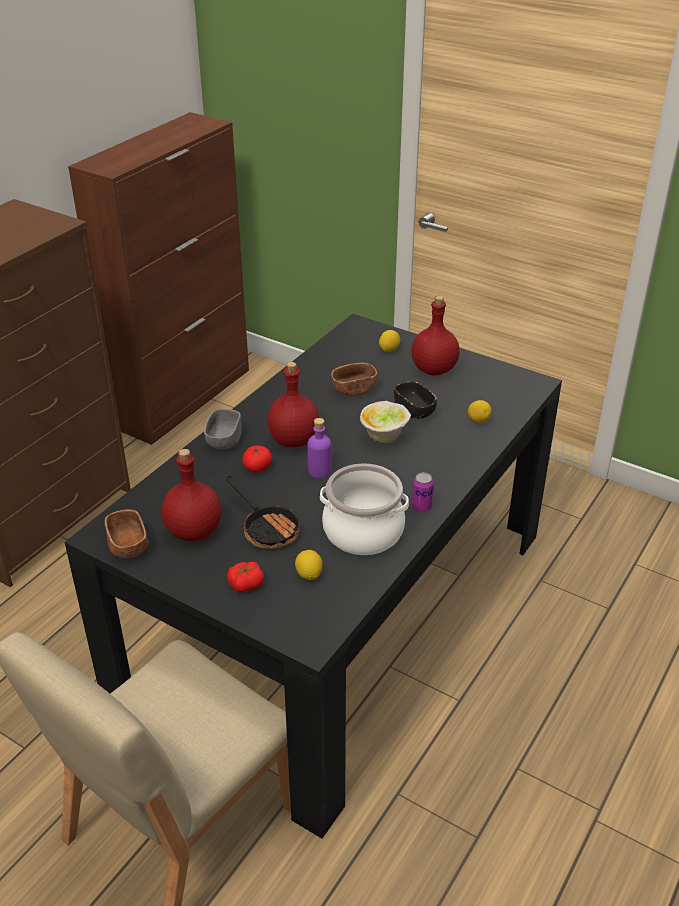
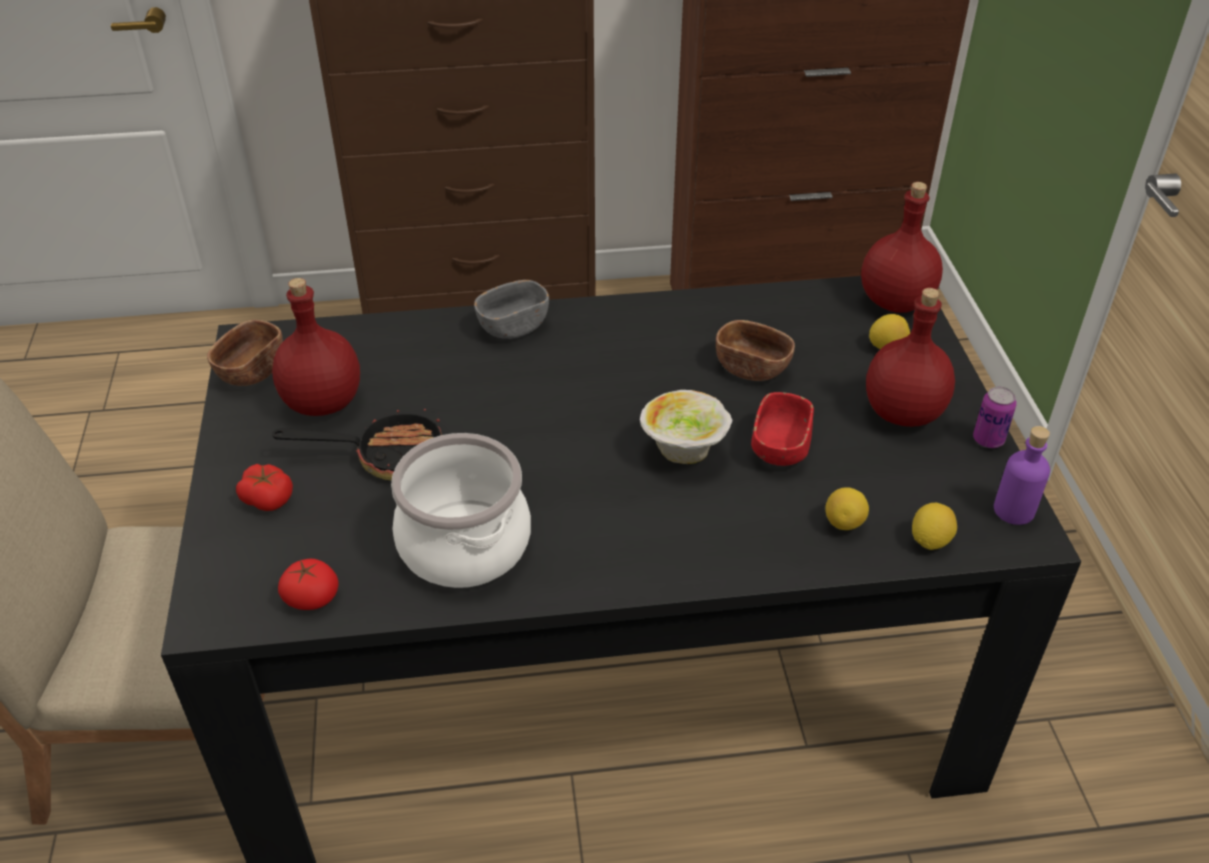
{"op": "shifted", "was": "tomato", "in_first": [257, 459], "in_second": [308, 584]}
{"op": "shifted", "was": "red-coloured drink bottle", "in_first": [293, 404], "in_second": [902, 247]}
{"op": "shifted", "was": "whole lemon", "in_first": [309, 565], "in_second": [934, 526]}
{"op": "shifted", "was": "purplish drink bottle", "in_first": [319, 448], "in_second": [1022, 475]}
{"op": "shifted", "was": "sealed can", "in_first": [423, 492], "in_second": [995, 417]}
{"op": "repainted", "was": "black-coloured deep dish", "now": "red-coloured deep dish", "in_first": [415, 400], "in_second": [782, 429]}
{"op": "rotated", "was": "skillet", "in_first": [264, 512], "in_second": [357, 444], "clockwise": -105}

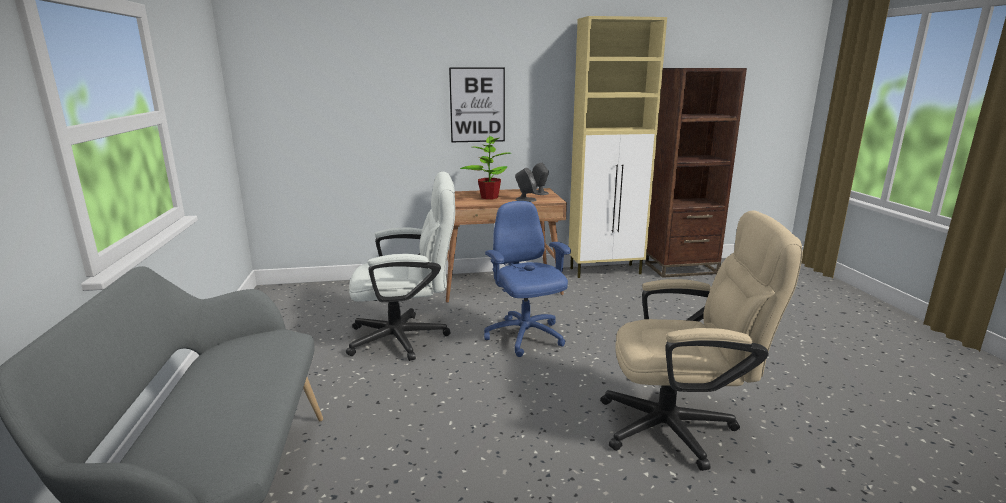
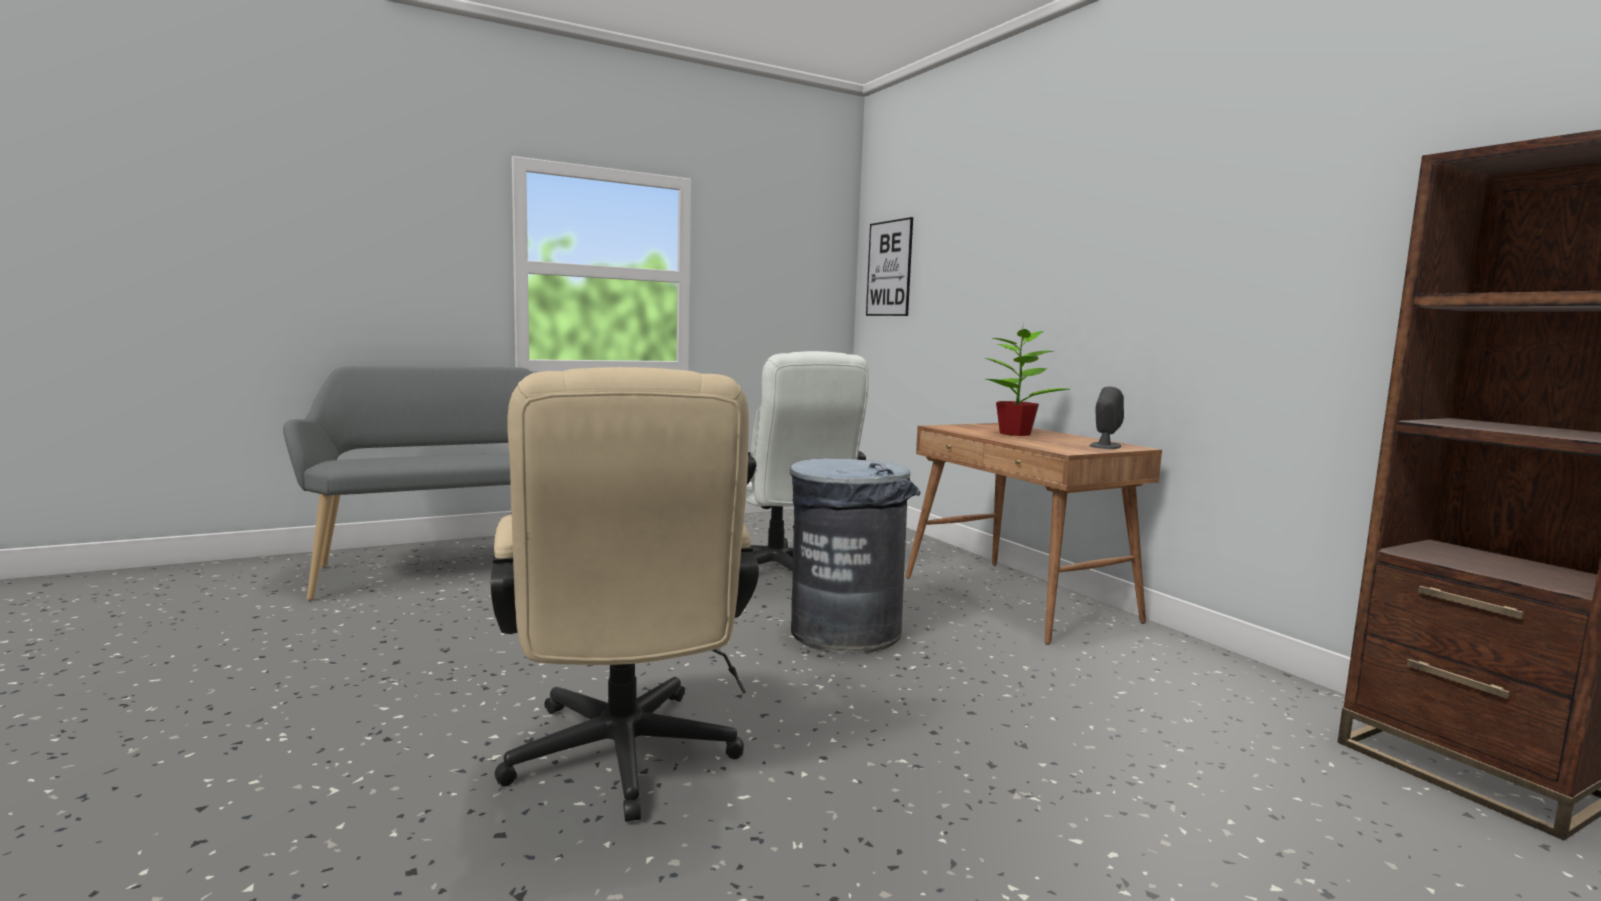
{"op": "gone", "was": "grey audio speaker", "in_first": [526, 185]}
{"op": "gone", "was": "beige cabinet", "in_first": [618, 147]}
{"op": "shifted", "was": "picture", "in_first": [477, 104], "in_second": [889, 266]}
{"op": "swapped", "was": "blue office chair", "now": "grey trash can", "in_first": [527, 279], "in_second": [855, 556]}

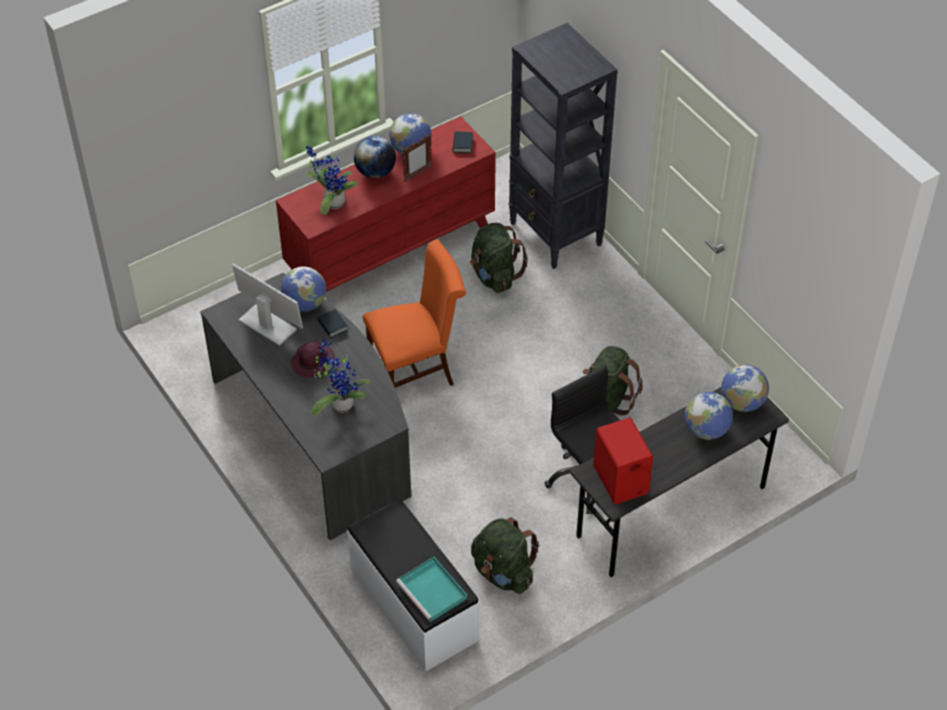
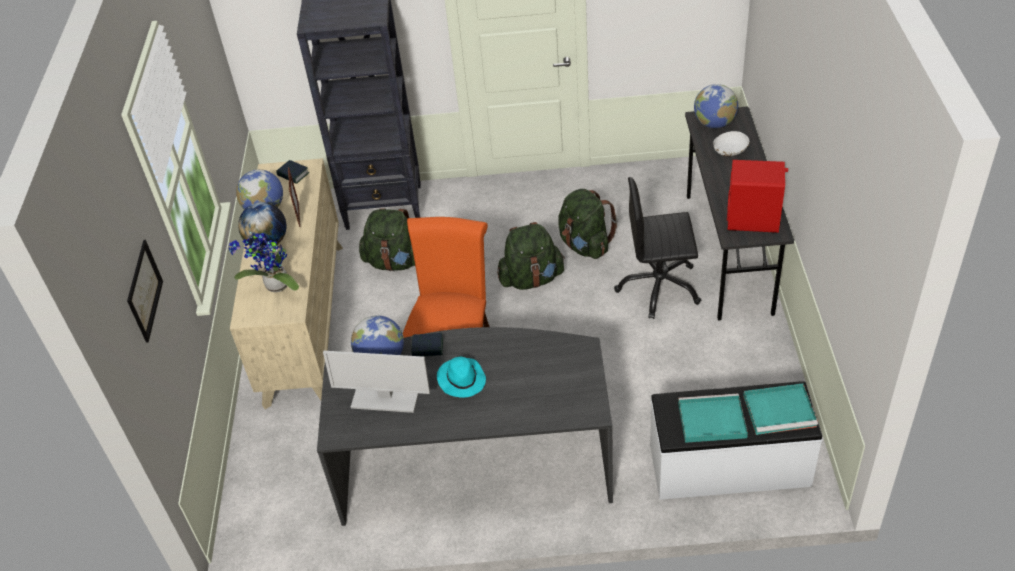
{"op": "gone", "was": "potted plant", "in_first": [341, 377]}
{"op": "new", "now": "picture", "in_second": [145, 291]}
{"op": "new", "now": "blue-green tray", "in_second": [713, 418]}
{"op": "shifted", "was": "green backpack", "in_first": [505, 555], "in_second": [531, 256]}
{"op": "swapped", "was": "desk globe", "now": "whitish deep dish", "in_first": [709, 416], "in_second": [731, 143]}
{"op": "repainted", "was": "red-coloured chest of drawers", "now": "beige chest of drawers", "in_first": [386, 204], "in_second": [286, 283]}
{"op": "repainted", "was": "purplish clothing hat", "now": "blue-green clothing hat", "in_first": [312, 360], "in_second": [461, 377]}
{"op": "rotated", "was": "computer screen", "in_first": [267, 304], "in_second": [376, 382], "clockwise": -150}

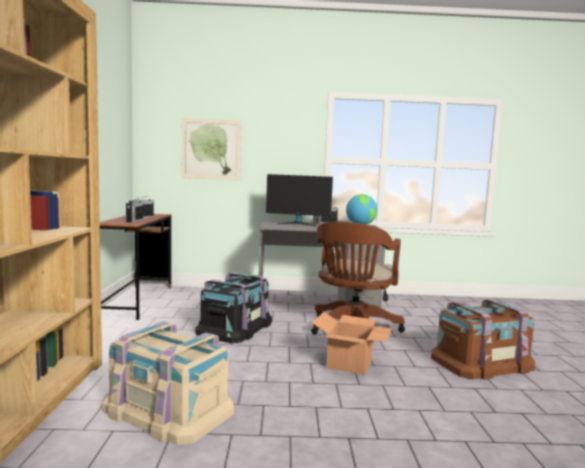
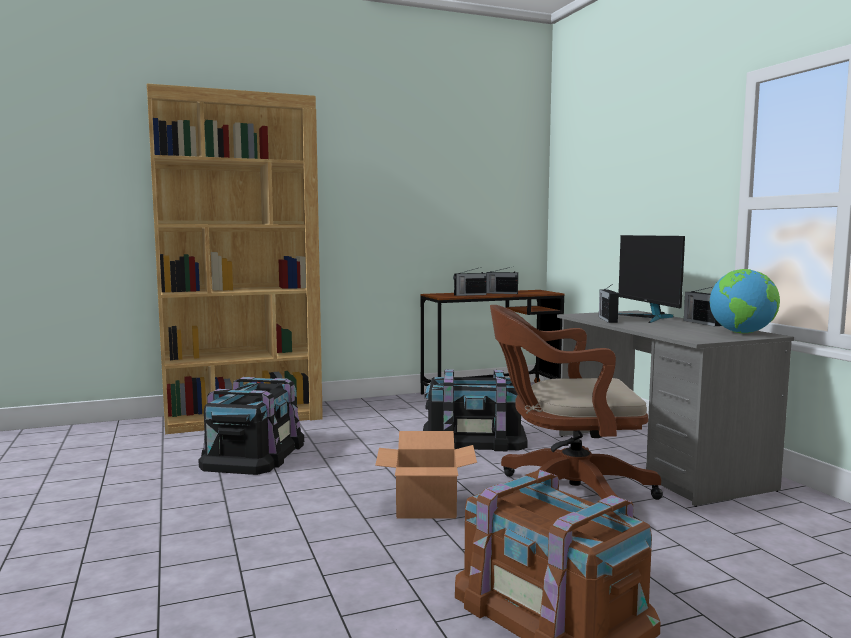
{"op": "gone", "was": "picture", "in_first": [211, 149]}
{"op": "new", "now": "radio receiver", "in_second": [609, 304]}
{"op": "repainted", "was": "beige storage container", "now": "black-coloured storage container", "in_first": [168, 383], "in_second": [251, 426]}

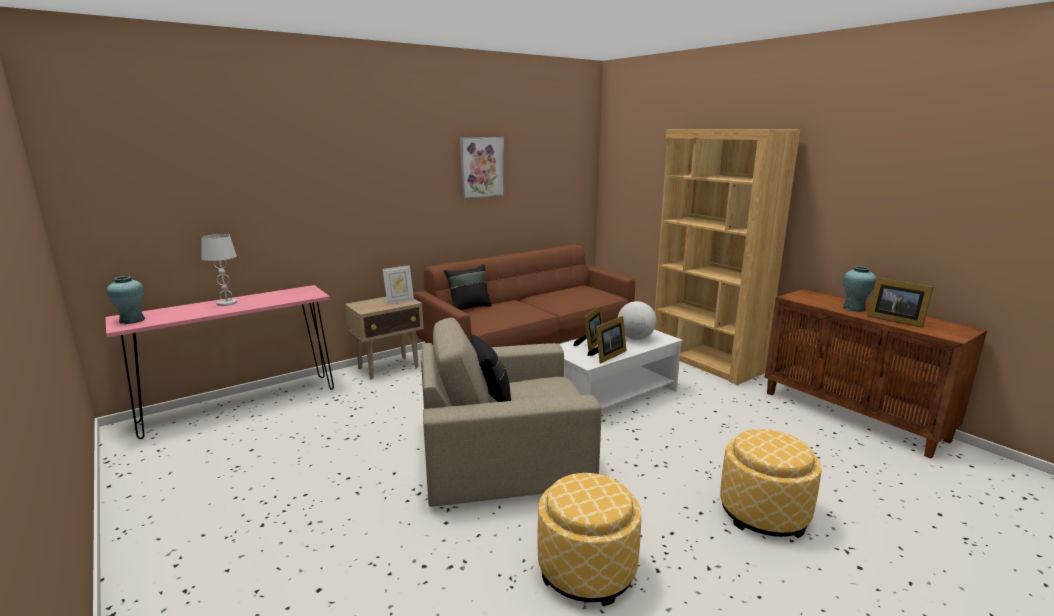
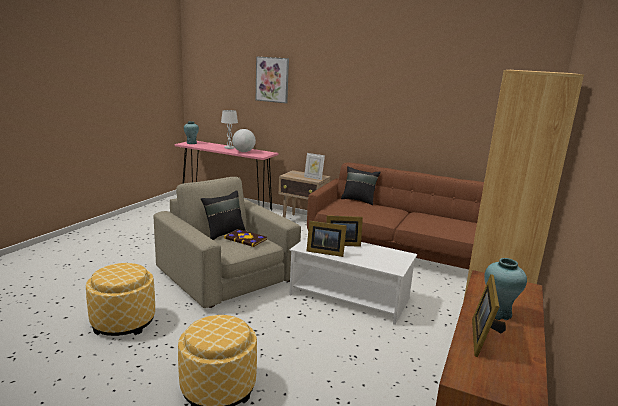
{"op": "new", "now": "bound book", "in_second": [245, 238]}
{"op": "shifted", "was": "picture", "in_first": [482, 168], "in_second": [272, 79]}
{"op": "shifted", "was": "desk globe", "in_first": [637, 320], "in_second": [244, 140]}

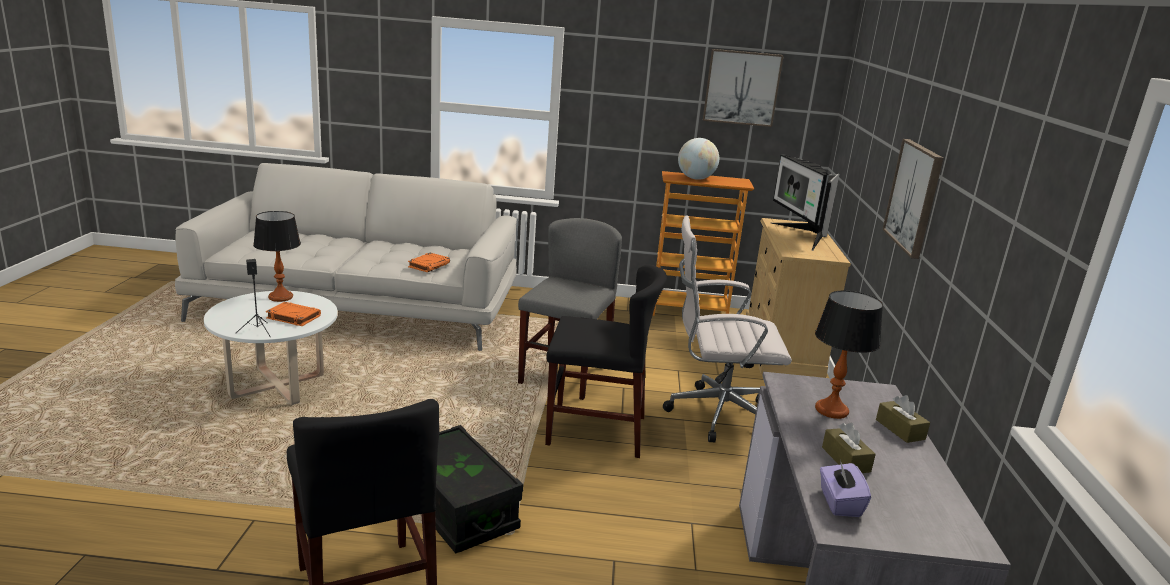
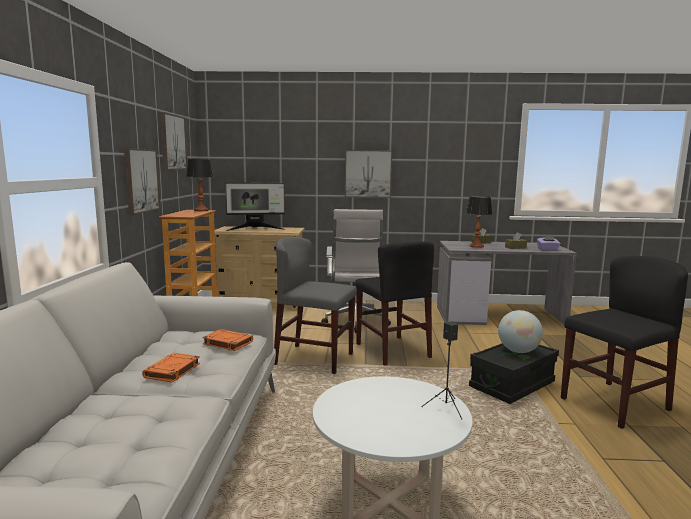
{"op": "new", "now": "picture", "in_second": [142, 181]}
{"op": "shifted", "was": "table lamp", "in_first": [277, 256], "in_second": [199, 185]}
{"op": "shifted", "was": "orange-coloured bound book", "in_first": [293, 314], "in_second": [171, 368]}
{"op": "shifted", "was": "desk globe", "in_first": [698, 159], "in_second": [520, 331]}
{"op": "rotated", "was": "black-coloured chair", "in_first": [606, 361], "in_second": [394, 303], "clockwise": 150}

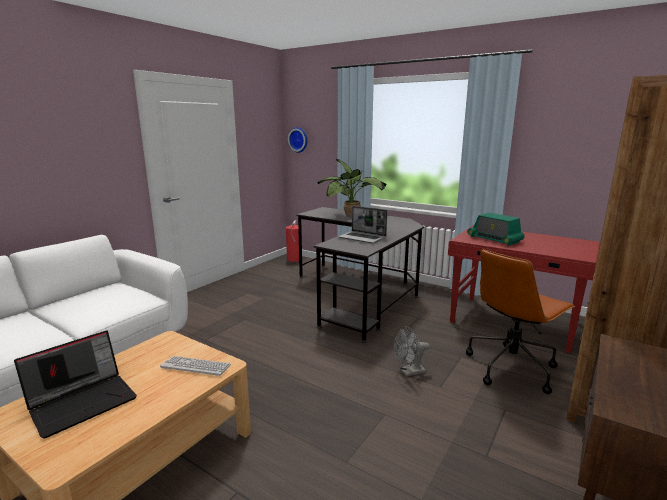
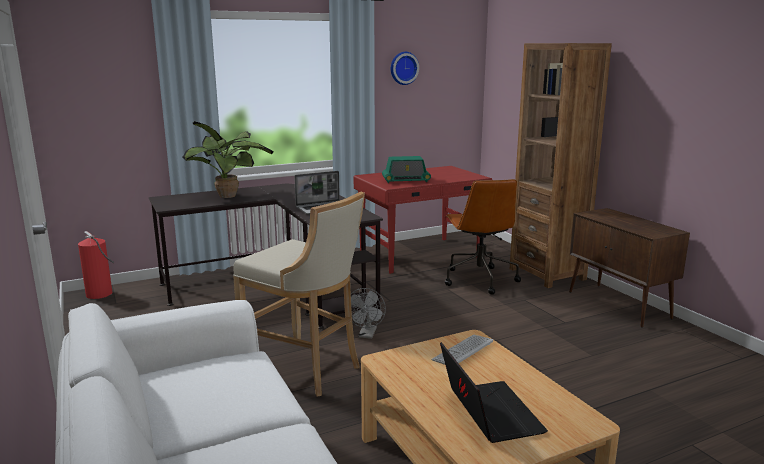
{"op": "new", "now": "beige stool", "in_second": [299, 294]}
{"op": "shifted", "was": "wall clock", "in_first": [298, 140], "in_second": [405, 68]}
{"op": "shifted", "was": "grey cooling fan", "in_first": [412, 351], "in_second": [368, 313]}

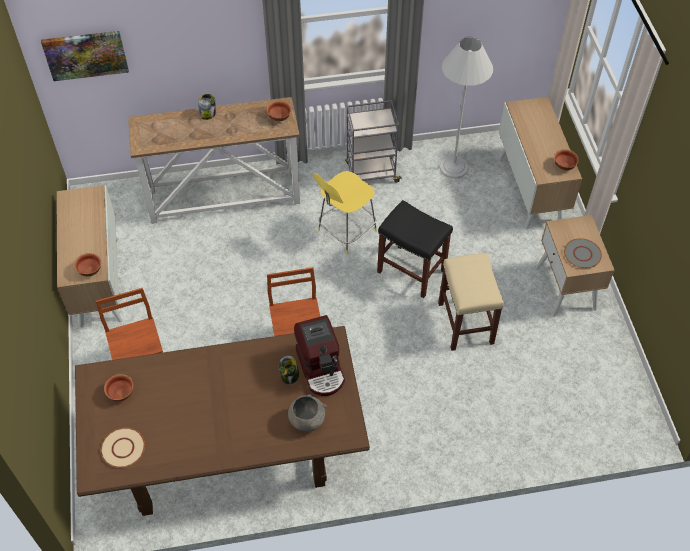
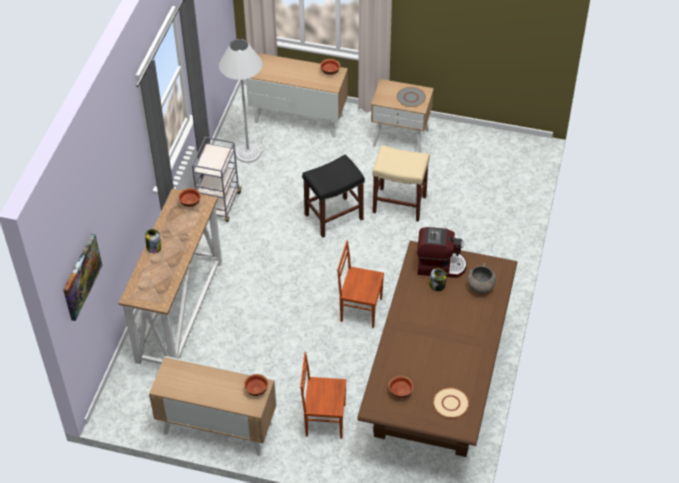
{"op": "gone", "was": "yellowish stool", "in_first": [345, 212]}

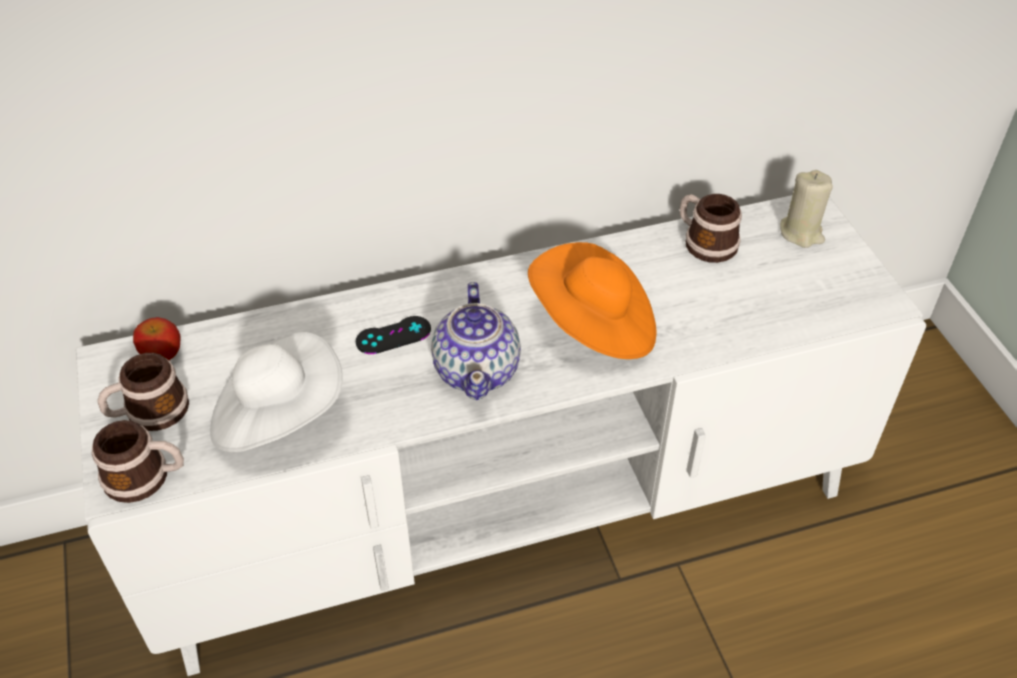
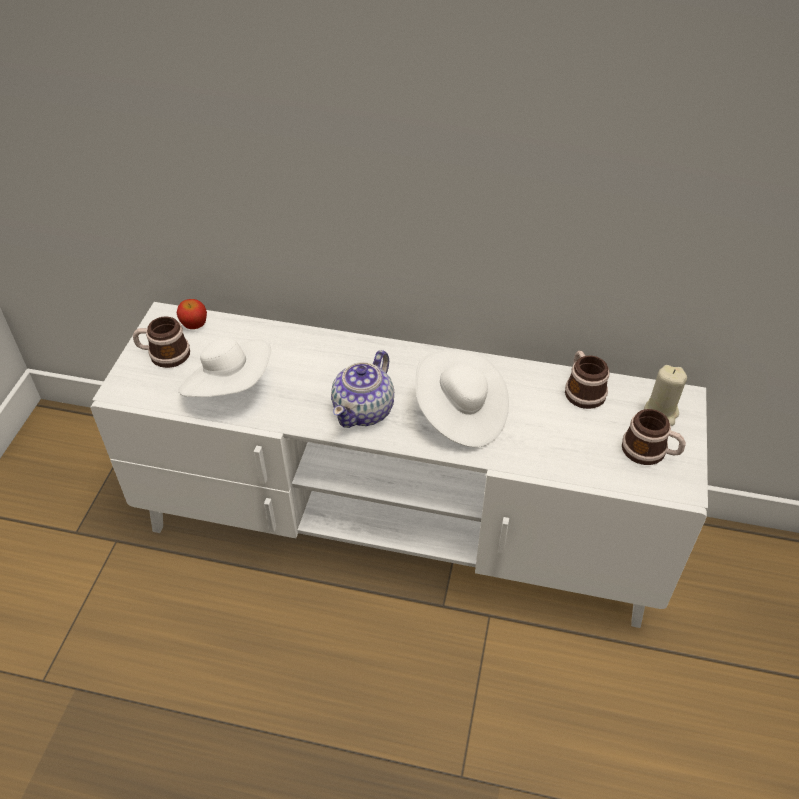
{"op": "gone", "was": "black-coloured joypad", "in_first": [393, 335]}
{"op": "shifted", "was": "tea mug", "in_first": [138, 461], "in_second": [654, 437]}
{"op": "repainted", "was": "orange-coloured clothing hat", "now": "whitish clothing hat", "in_first": [592, 300], "in_second": [462, 398]}

